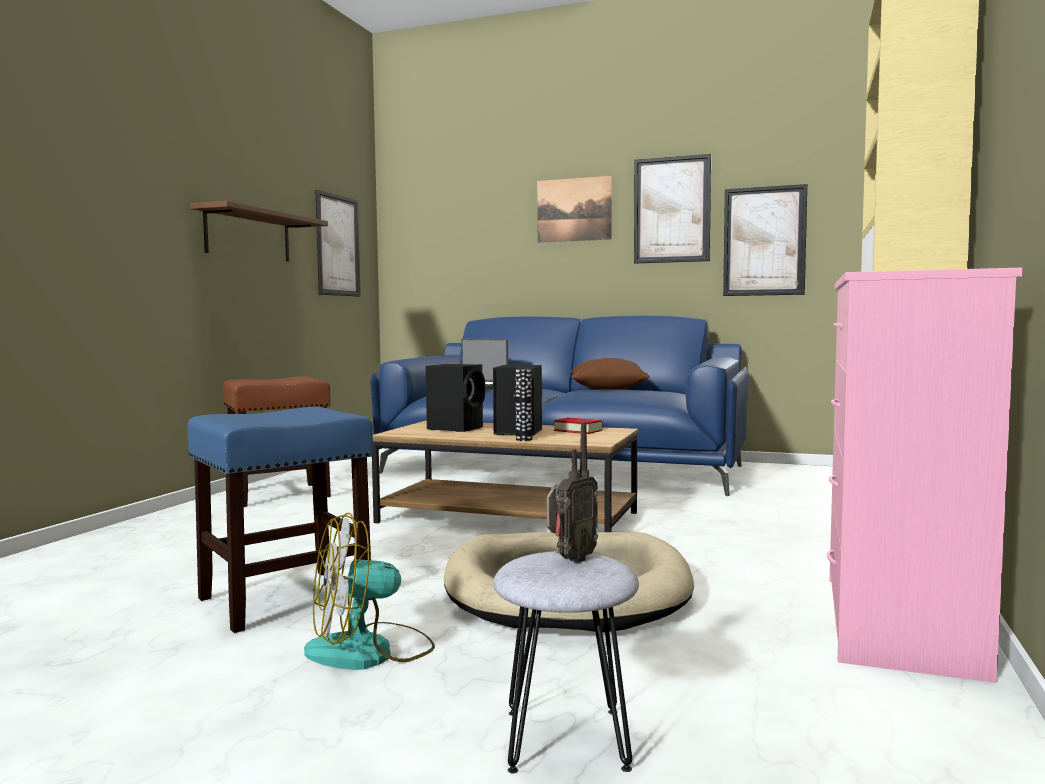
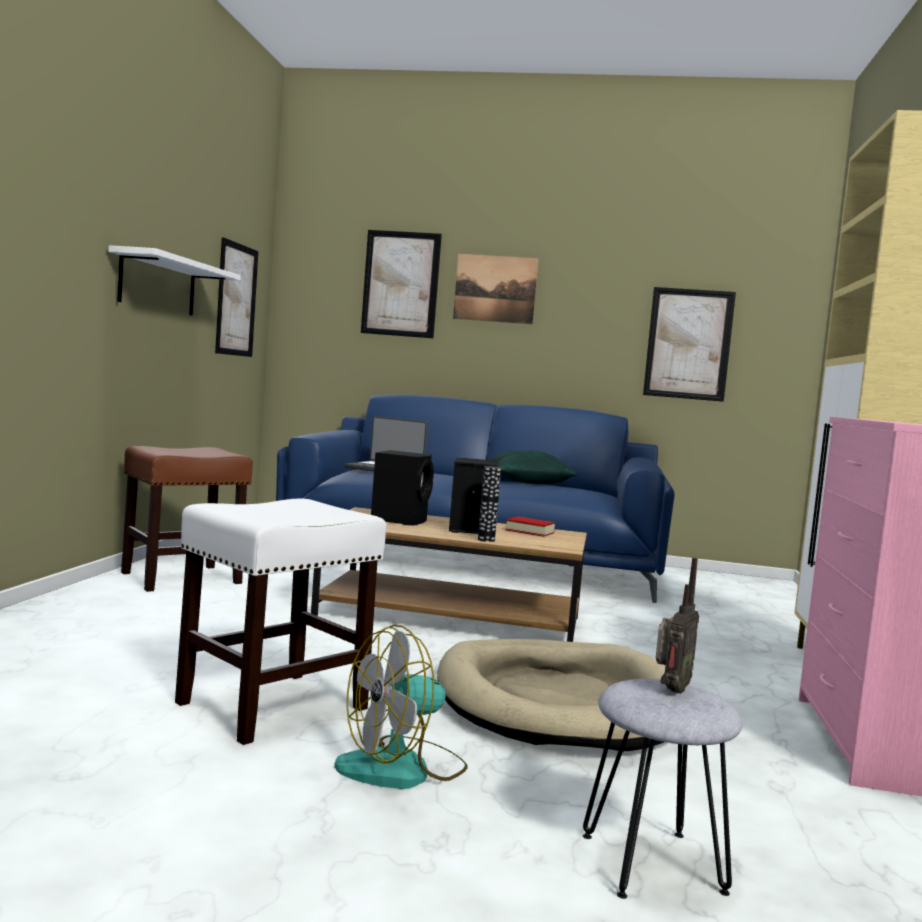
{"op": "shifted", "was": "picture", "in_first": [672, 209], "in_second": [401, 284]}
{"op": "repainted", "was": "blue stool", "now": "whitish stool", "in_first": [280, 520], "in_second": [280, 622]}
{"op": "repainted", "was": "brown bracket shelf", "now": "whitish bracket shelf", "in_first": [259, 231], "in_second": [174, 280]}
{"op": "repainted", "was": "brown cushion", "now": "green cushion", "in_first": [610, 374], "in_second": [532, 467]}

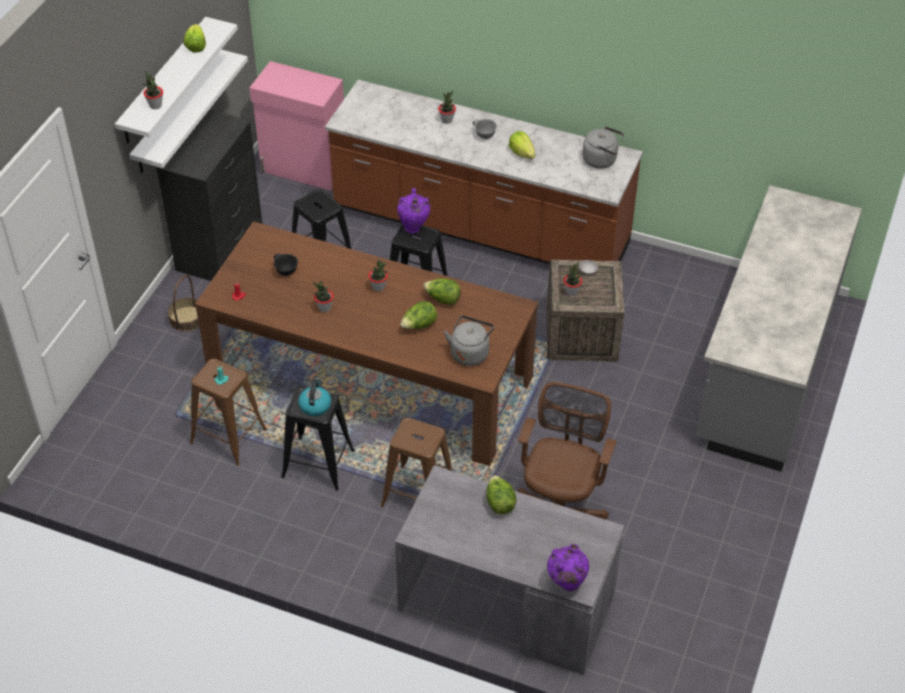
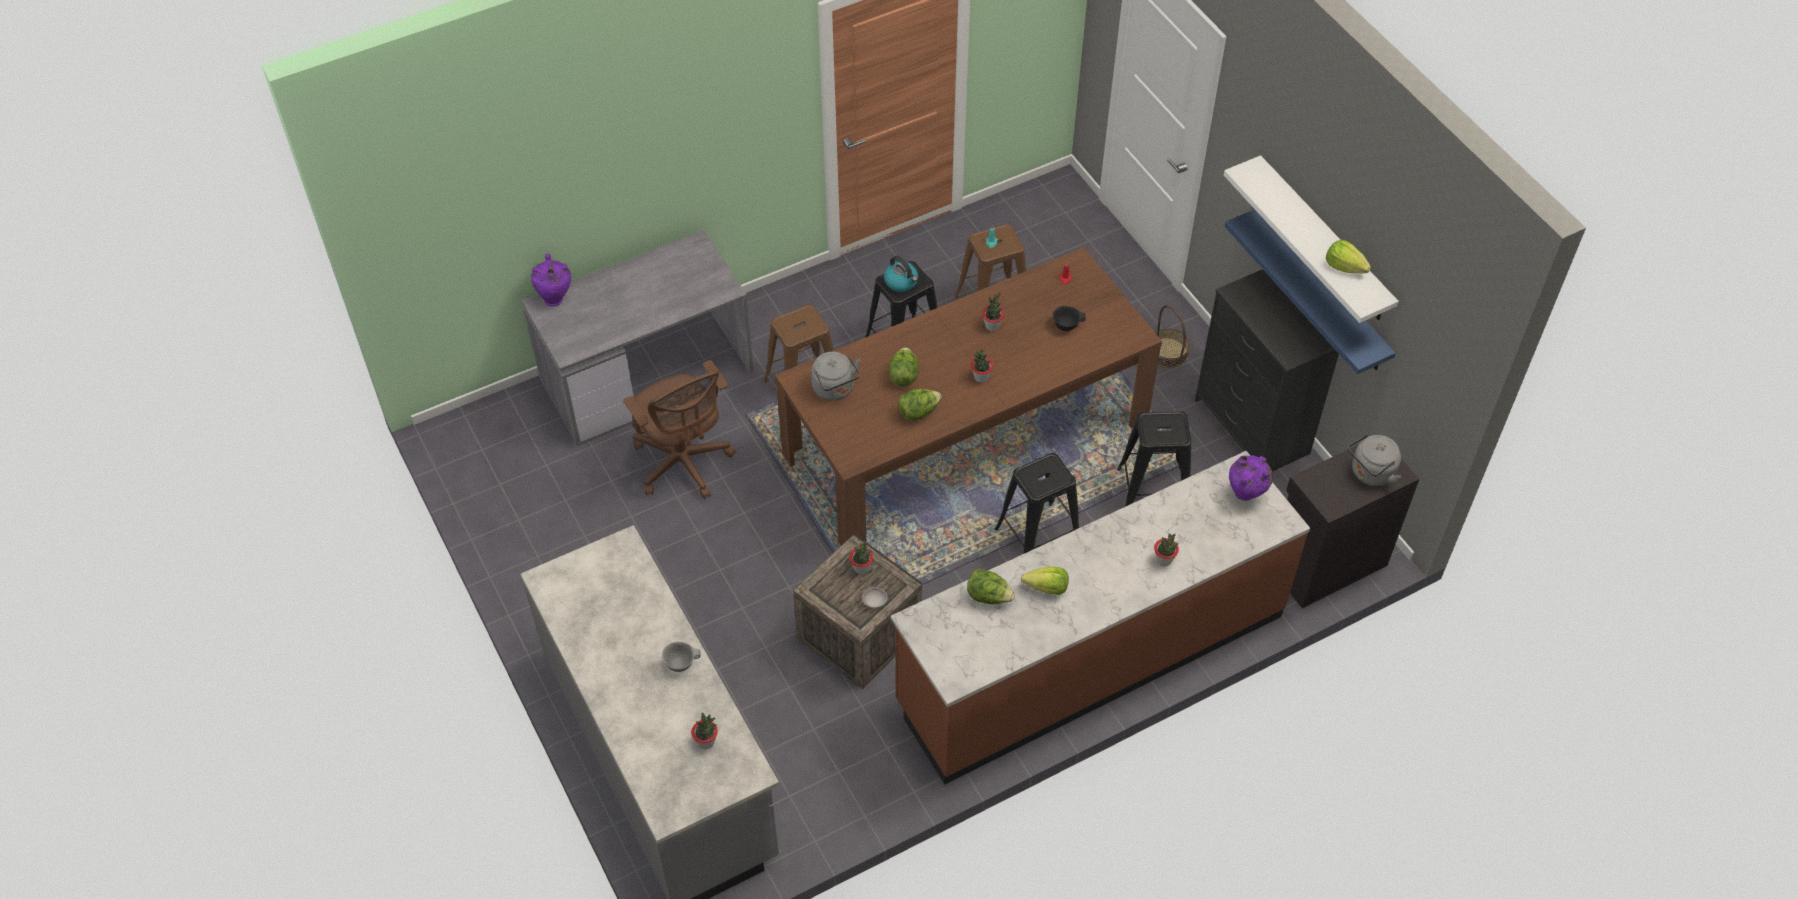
{"op": "shifted", "was": "potted plant", "in_first": [152, 90], "in_second": [704, 730]}
{"op": "shifted", "was": "purplish vase", "in_first": [413, 211], "in_second": [1251, 478]}
{"op": "shifted", "was": "grey deep dish", "in_first": [484, 129], "in_second": [681, 657]}
{"op": "shifted", "was": "lettuce", "in_first": [501, 495], "in_second": [991, 587]}
{"op": "shifted", "was": "grey water kettle", "in_first": [603, 147], "in_second": [1374, 460]}
{"op": "repainted", "was": "whitish bracket shelf", "now": "blue bracket shelf", "in_first": [188, 111], "in_second": [1310, 291]}
{"op": "repainted", "was": "pink cabinet", "now": "black-coloured cabinet", "in_first": [296, 126], "in_second": [1352, 526]}

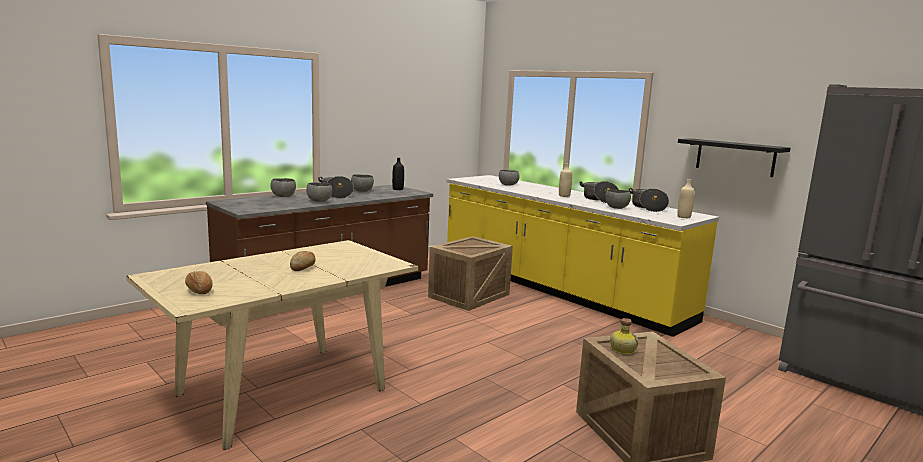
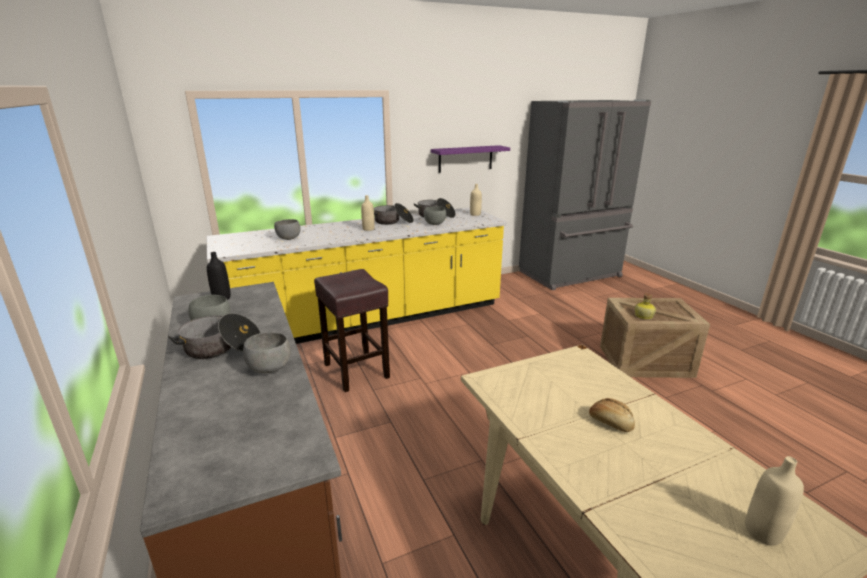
{"op": "gone", "was": "grey deep dish", "in_first": [283, 187]}
{"op": "swapped", "was": "bakery bread", "now": "beige drink bottle", "in_first": [199, 282], "in_second": [774, 501]}
{"op": "swapped", "was": "packing crate", "now": "brown stool", "in_first": [470, 273], "in_second": [352, 330]}
{"op": "repainted", "was": "black-coloured bracket shelf", "now": "purplish bracket shelf", "in_first": [734, 157], "in_second": [470, 159]}

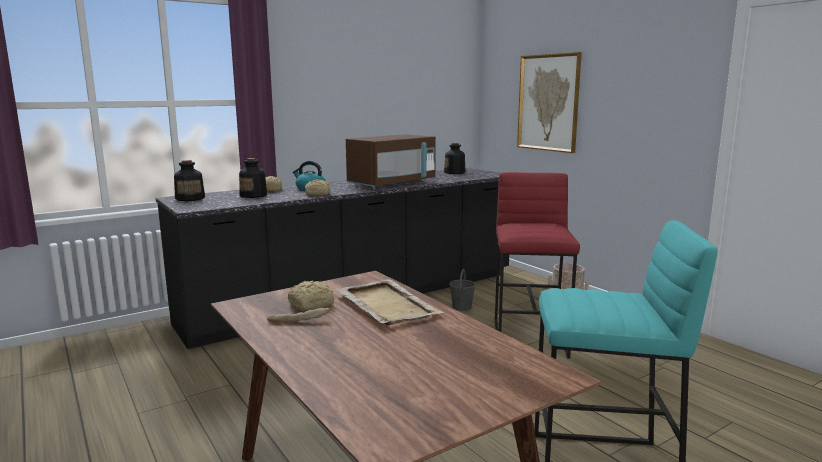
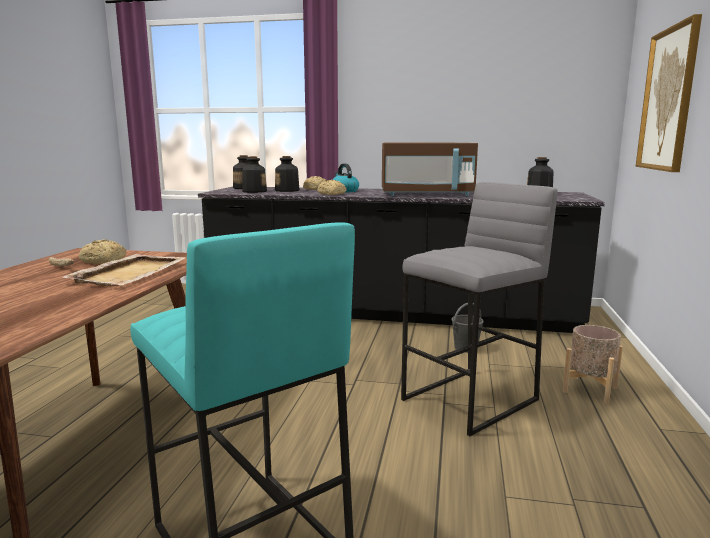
{"op": "new", "now": "drink bottle", "in_second": [254, 174]}
{"op": "repainted", "was": "red-coloured stool", "now": "grey stool", "in_first": [537, 265], "in_second": [479, 309]}

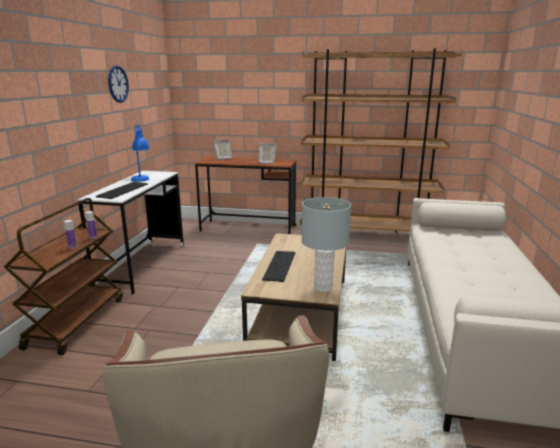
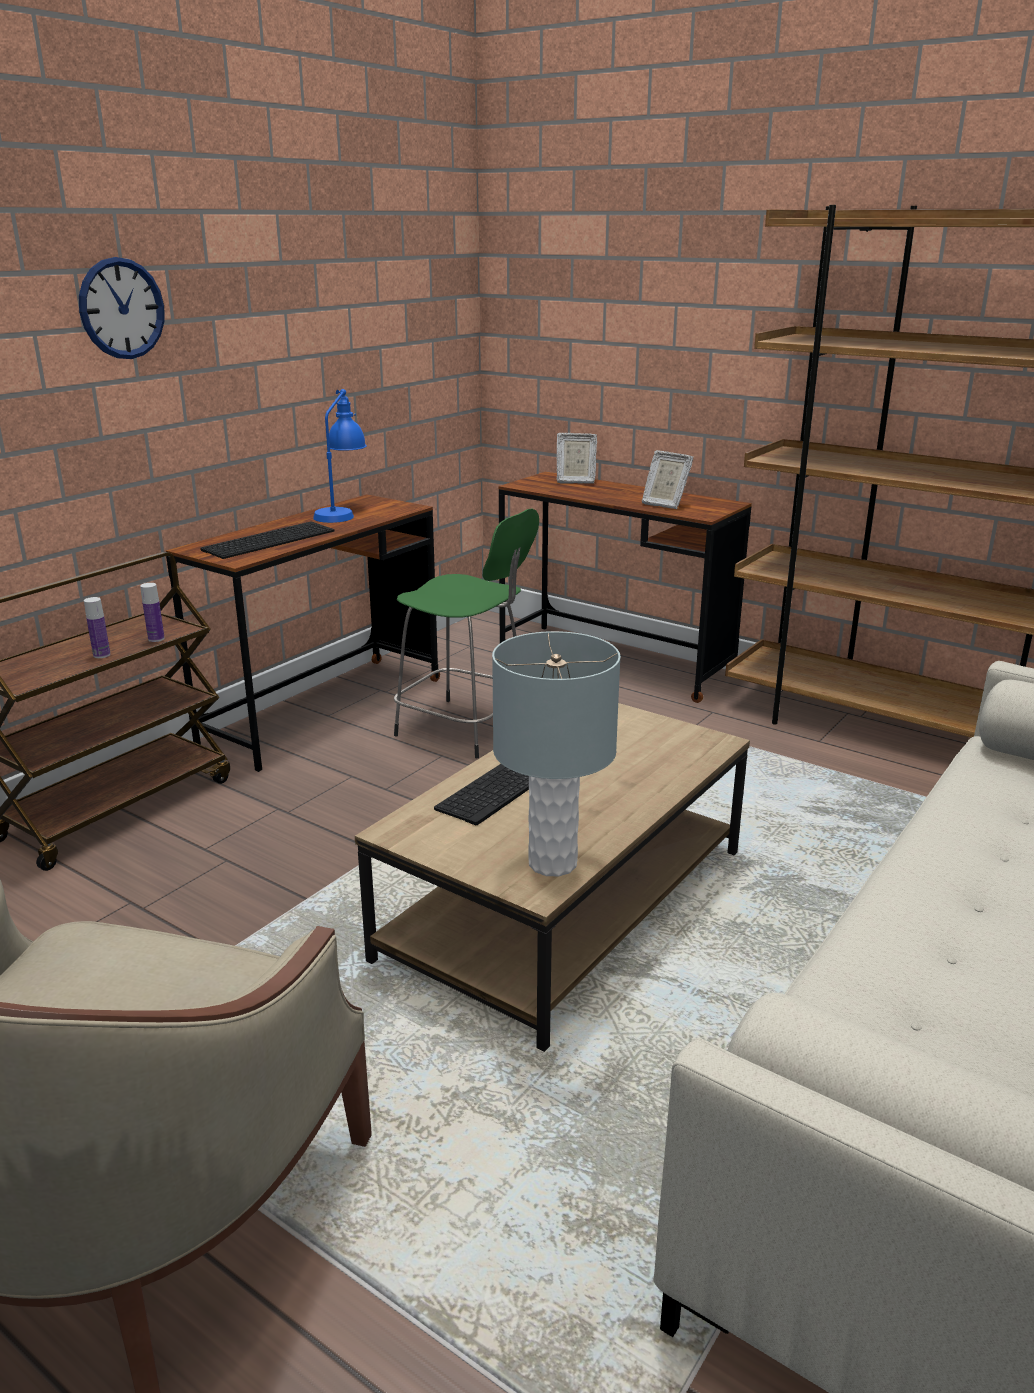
{"op": "new", "now": "green stool", "in_second": [466, 633]}
{"op": "shifted", "was": "wall clock", "in_first": [118, 84], "in_second": [121, 308]}
{"op": "repainted", "was": "whitish desk unit", "now": "brown desk unit", "in_first": [131, 232], "in_second": [303, 633]}

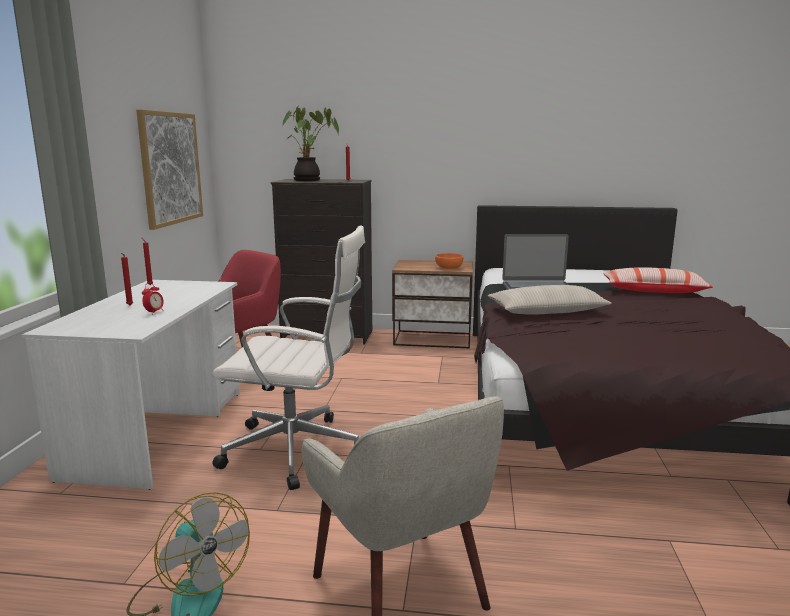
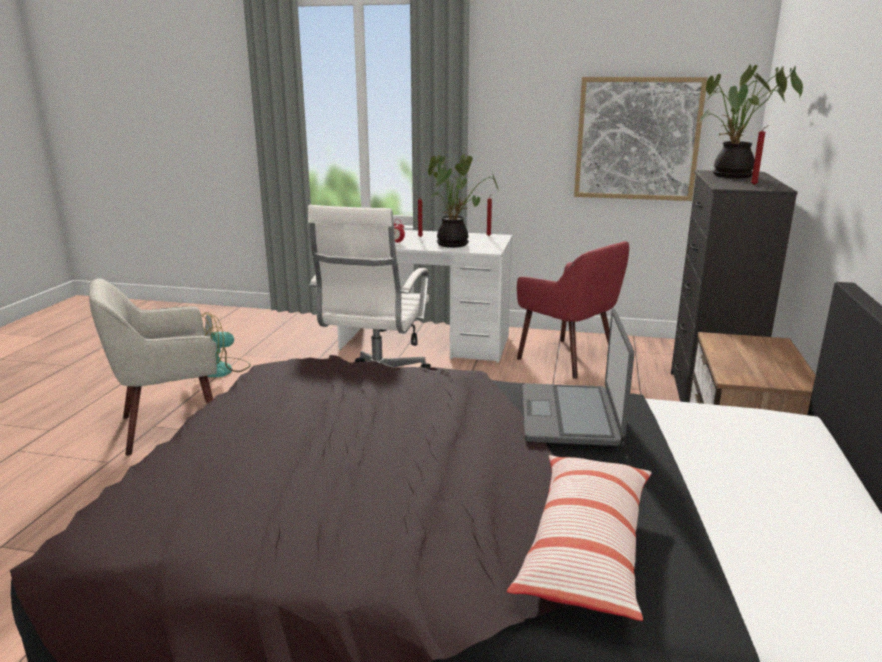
{"op": "gone", "was": "orange-coloured deep dish", "in_first": [449, 261]}
{"op": "gone", "was": "beige cushion", "in_first": [550, 300]}
{"op": "new", "now": "potted plant", "in_second": [463, 201]}

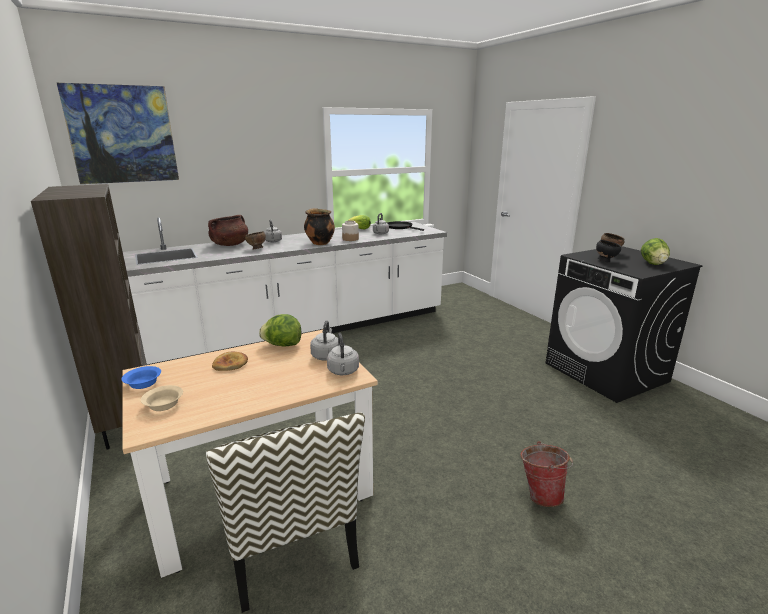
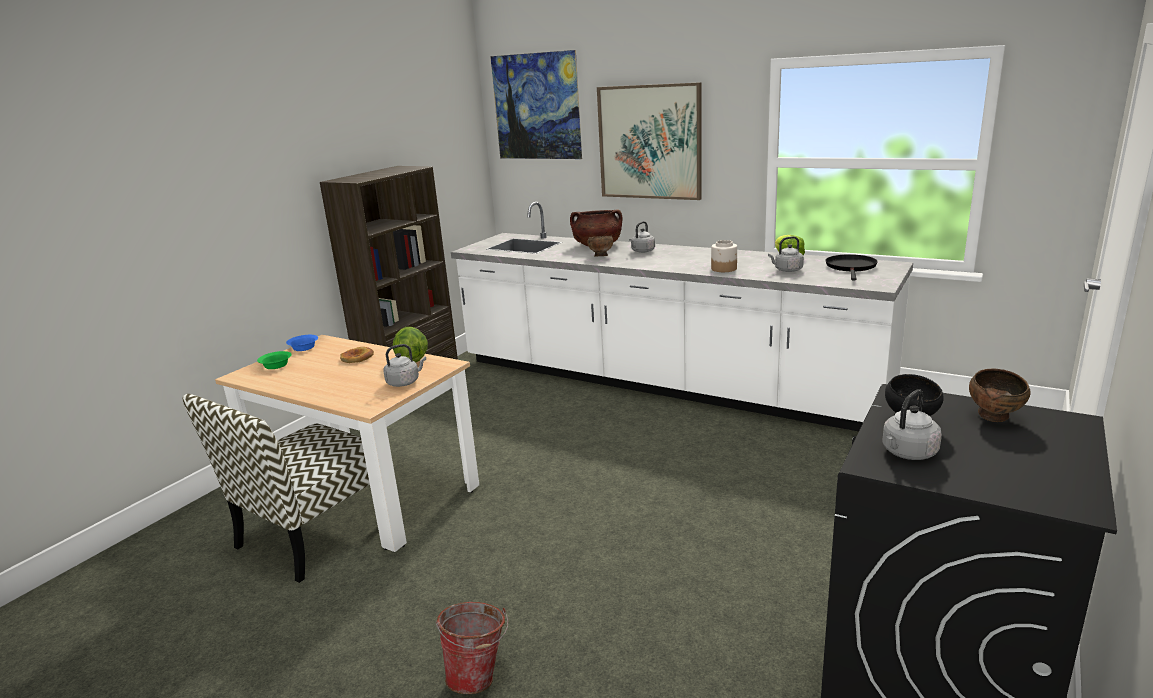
{"op": "gone", "was": "saucepot", "in_first": [319, 226]}
{"op": "gone", "was": "lettuce", "in_first": [655, 251]}
{"op": "new", "now": "picture", "in_second": [649, 141]}
{"op": "shifted", "was": "grey water kettle", "in_first": [343, 354], "in_second": [912, 424]}
{"op": "repainted", "was": "beige deep dish", "now": "green deep dish", "in_first": [162, 398], "in_second": [274, 360]}

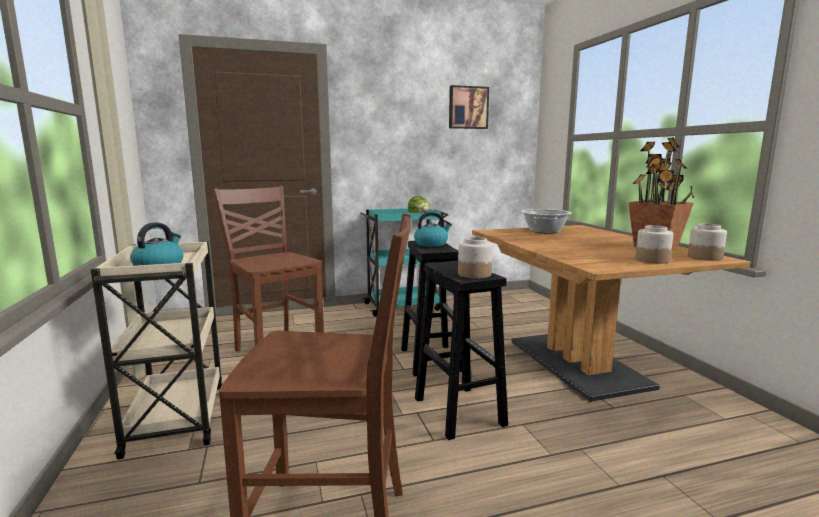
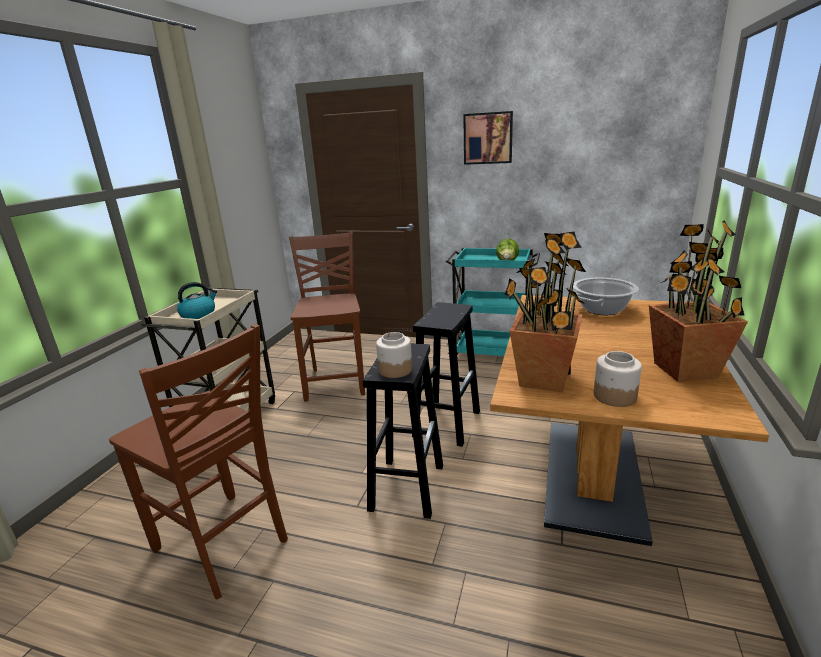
{"op": "gone", "was": "water kettle", "in_first": [433, 229]}
{"op": "gone", "was": "storage jar", "in_first": [707, 242]}
{"op": "new", "now": "potted plant", "in_second": [545, 312]}
{"op": "shifted", "was": "picture", "in_first": [469, 107], "in_second": [488, 138]}

